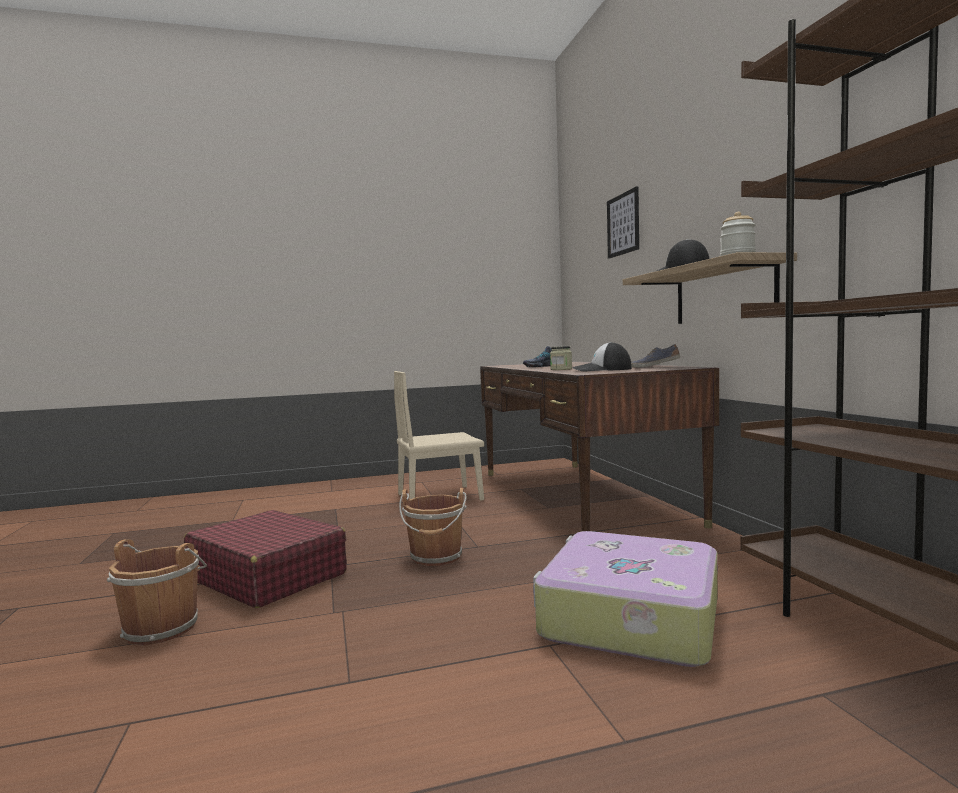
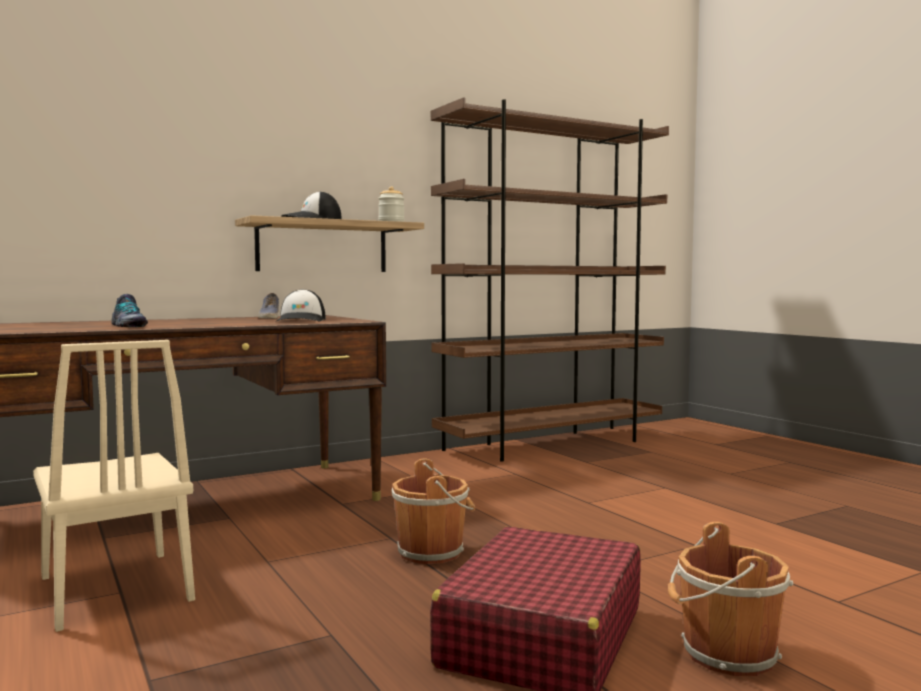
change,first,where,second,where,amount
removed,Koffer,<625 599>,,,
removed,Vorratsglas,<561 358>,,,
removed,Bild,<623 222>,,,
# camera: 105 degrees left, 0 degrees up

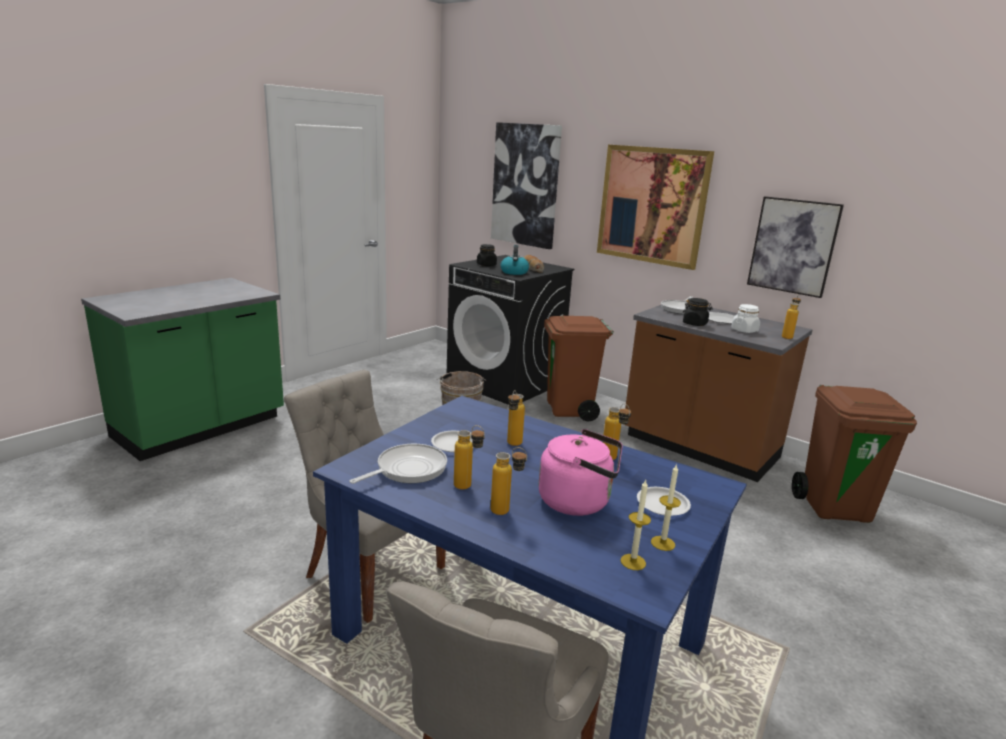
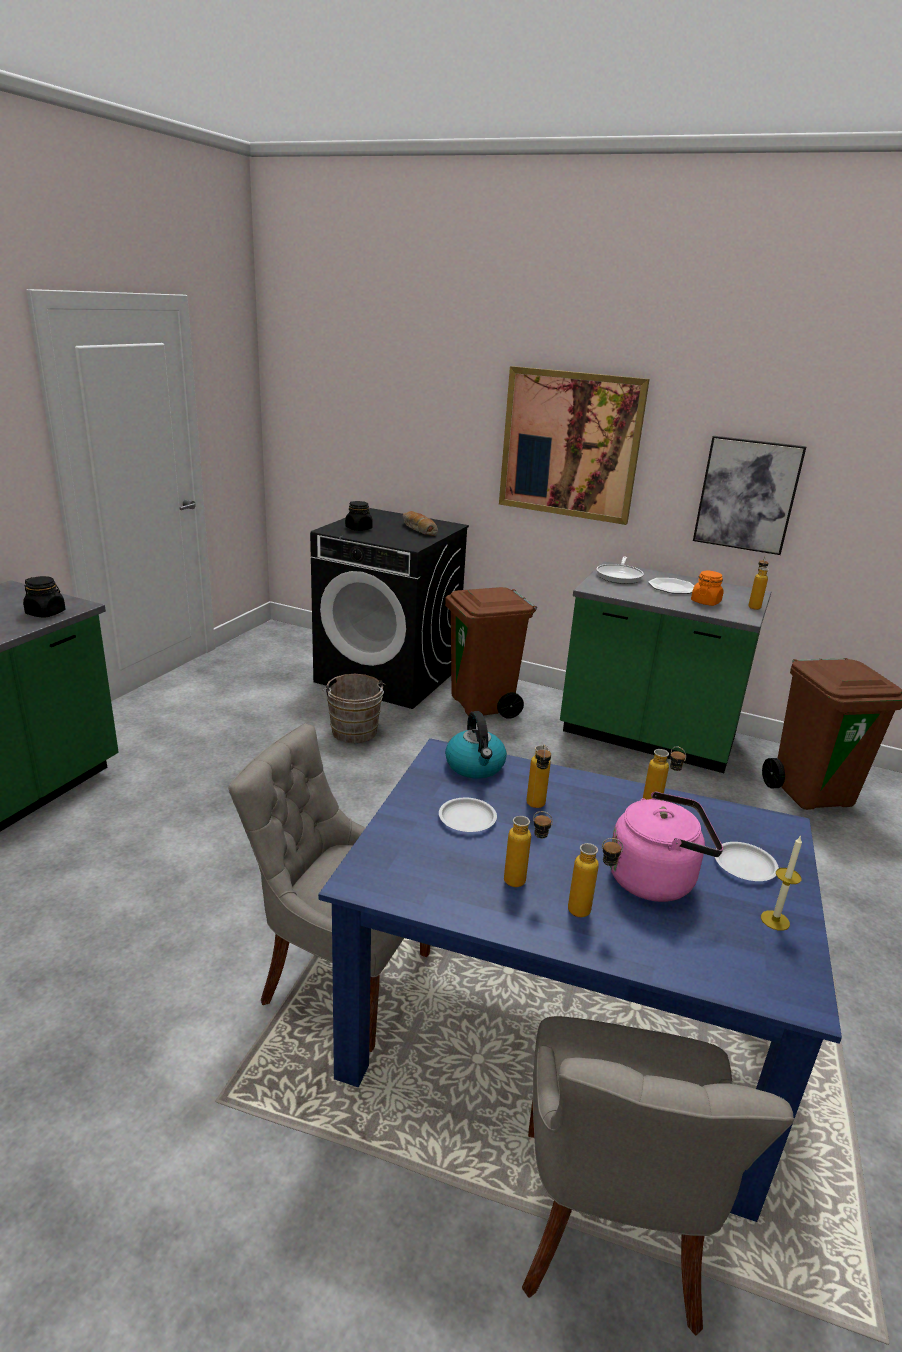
change,first,where,second,where,amount
removed,Pfanne,<398 464>,,,
removed,Bild,<526 185>,,,
moved,Wasserkessel,<514 260>,,<476 745>,
removed,Kerze,<636 525>,,,
recoloured,Küchenzeile/braun,<718 393>,Küchenzeile/grün,<665 667>,
moved,Vorratsglas/schwarz,<698 312>,,<44 597>,
recoloured,Vorratsglas/weiß,<745 318>,Vorratsglas/orange,<707 588>,
# camera: 15 degrees left, 5 degrees up

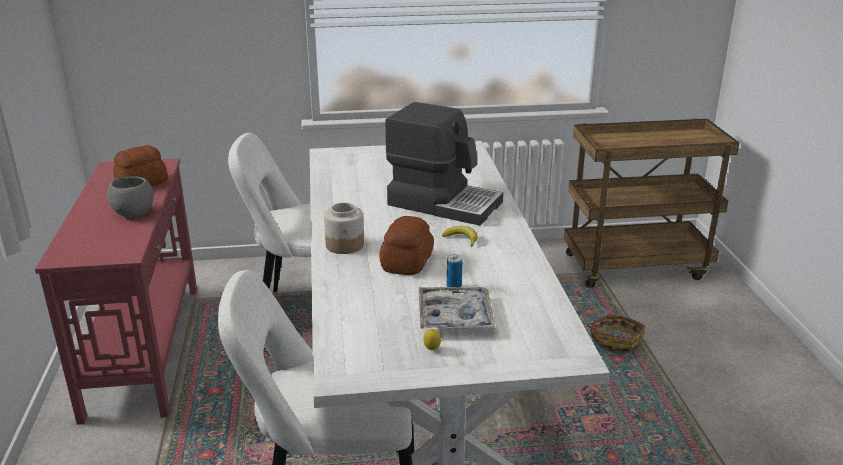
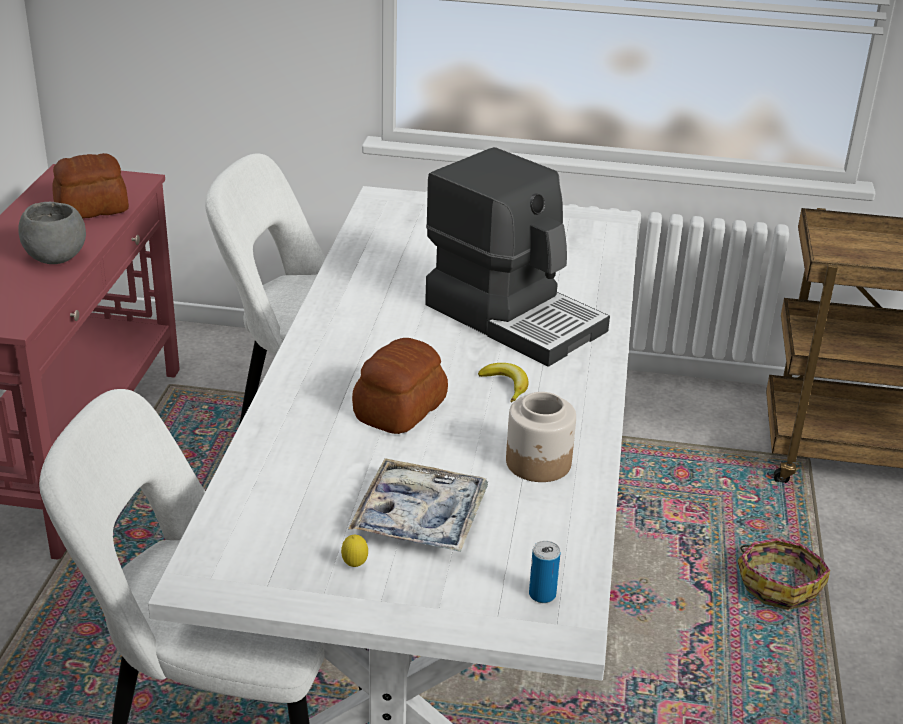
change,first,where,second,where,amount
moved,Vorratsglas,<344 228>,,<541 437>,
moved,Dose,<455 270>,,<544 572>,
# camera: 15 degrees right, 5 degrees up

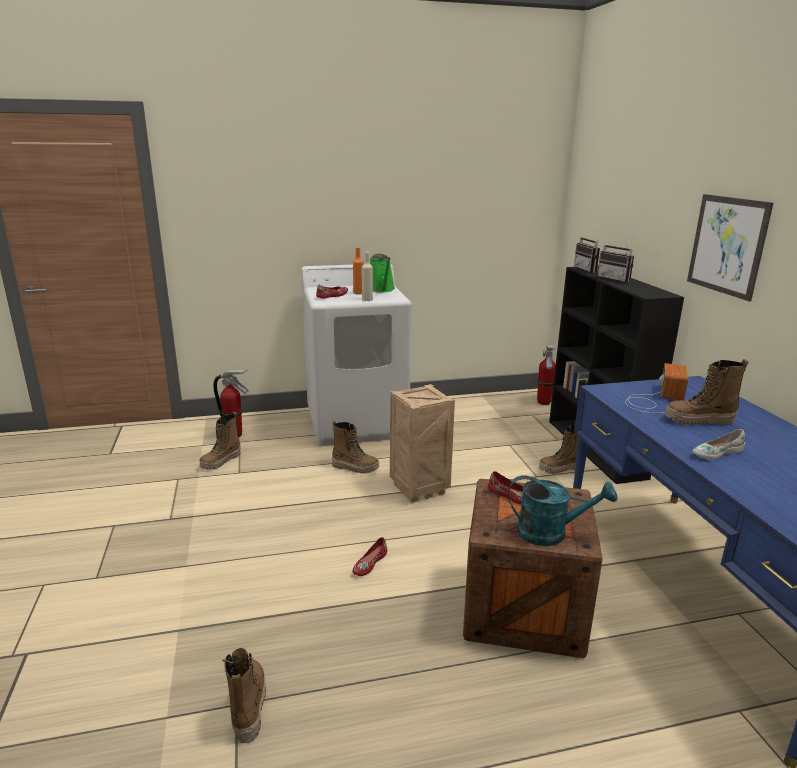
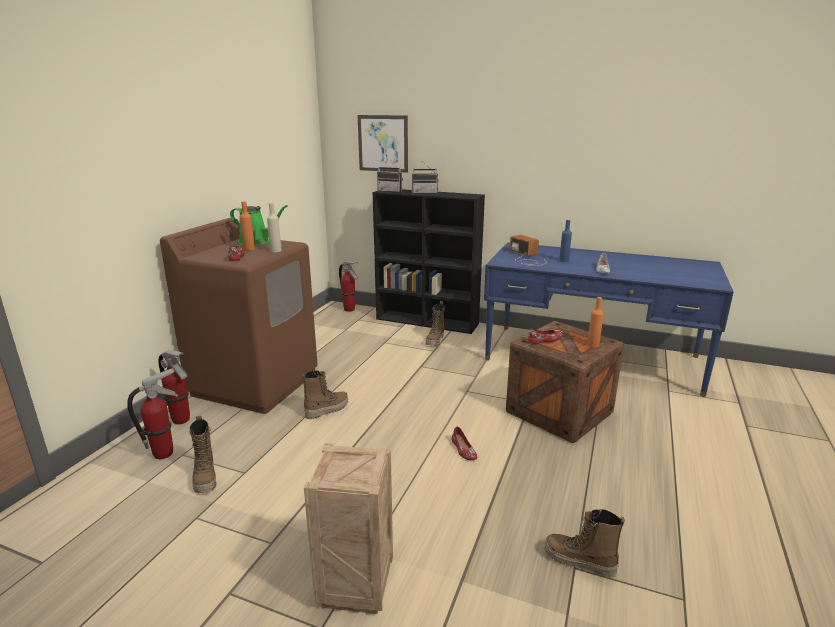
change,first,where,second,where,amount
recoloured,Waschmaschine/weiß,<356 355>,Waschmaschine/braun,<239 316>,
moved,Kiste,<422 443>,,<348 528>,
replaced,Gießkanne/türkis,<563 510>,Flasche/orange,<595 322>,
replaced,Stiefel,<707 392>,Flasche/blau,<565 241>,
moved,Bild,<730 247>,,<383 144>,
added,,,Feuerlöscher,<174 387>,
# camera: 55 degrees left, 0 degrees up

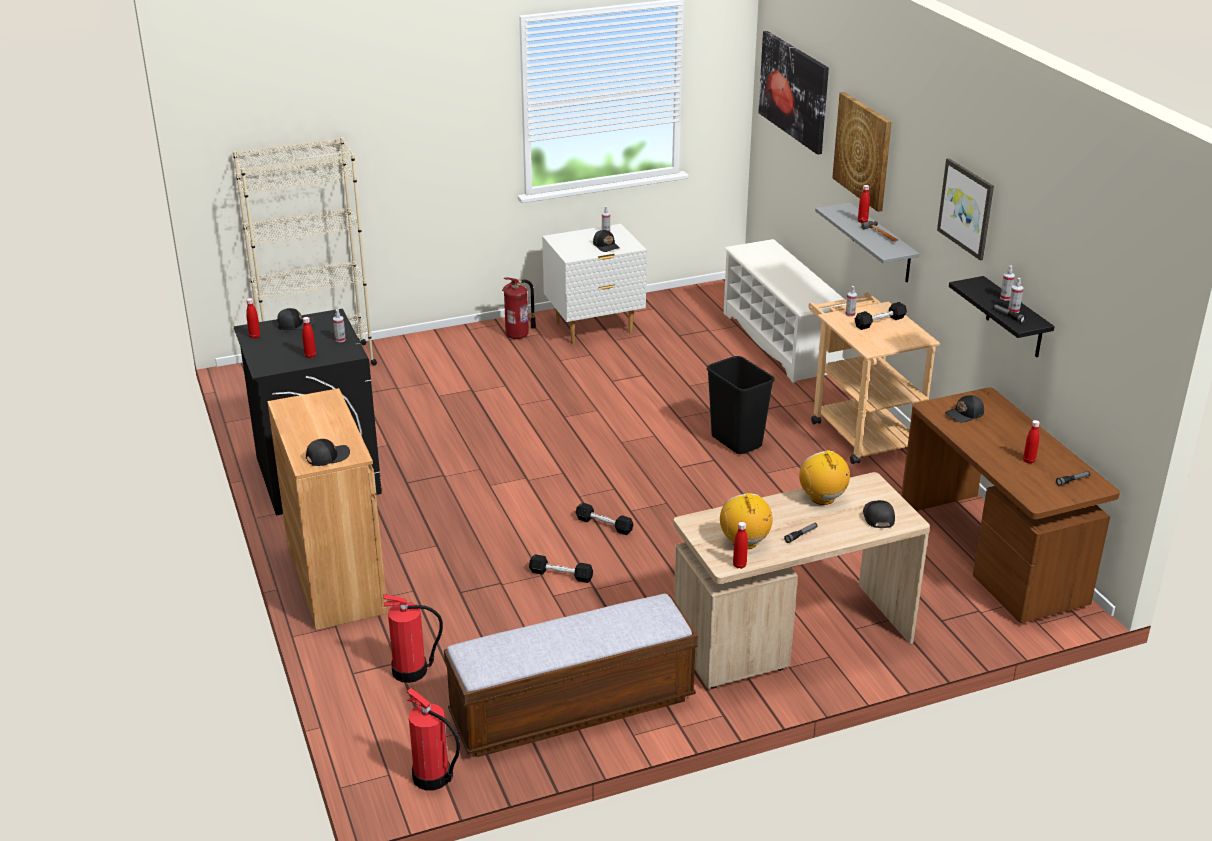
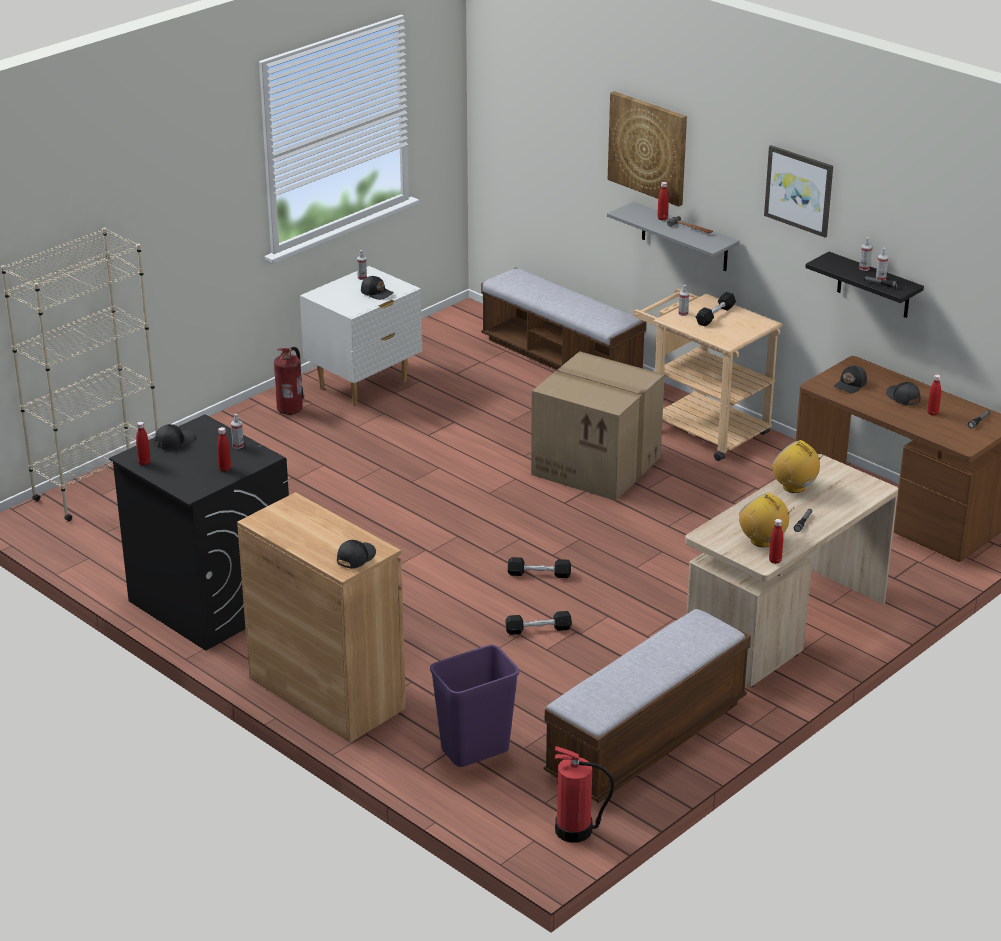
change,first,where,second,where,amount
replaced,Feuerlöscher,<413 638>,Mülleimer/lila,<474 706>,
replaced,Mülleimer/schwarz,<741 405>,Karton,<597 426>,
replaced,Schuhregal/weiß,<785 311>,Bank,<563 319>,
removed,Bild,<793 93>,,,
moved,Kappe/schwarz,<879 514>,,<903 393>,
# camera: 25 degrees left, 0 degrees up

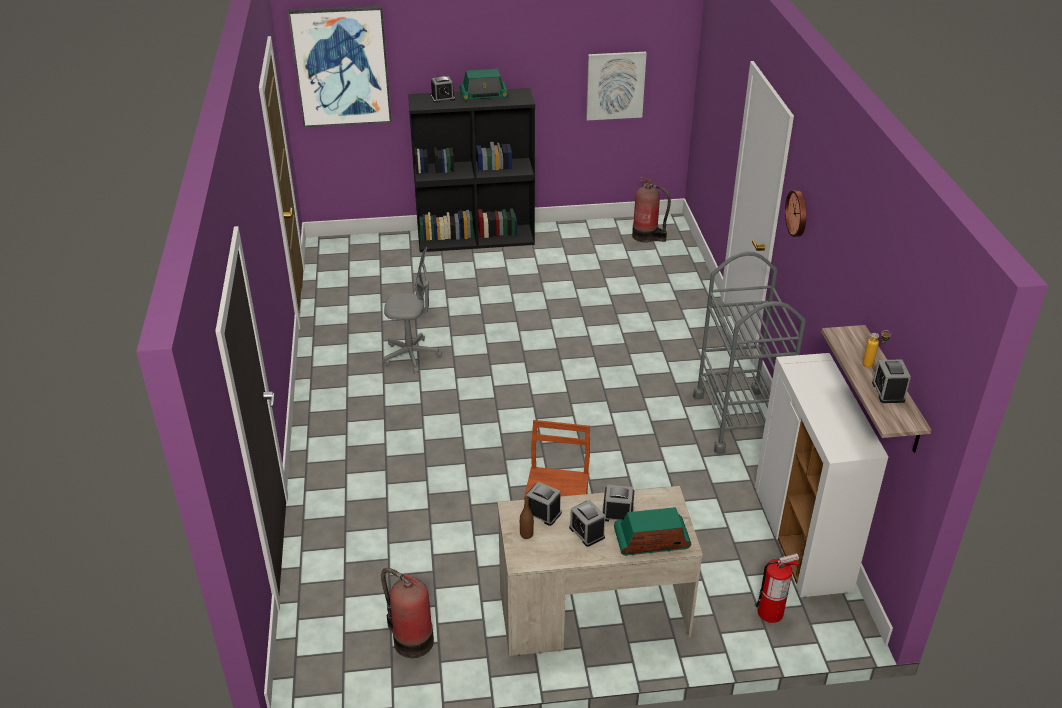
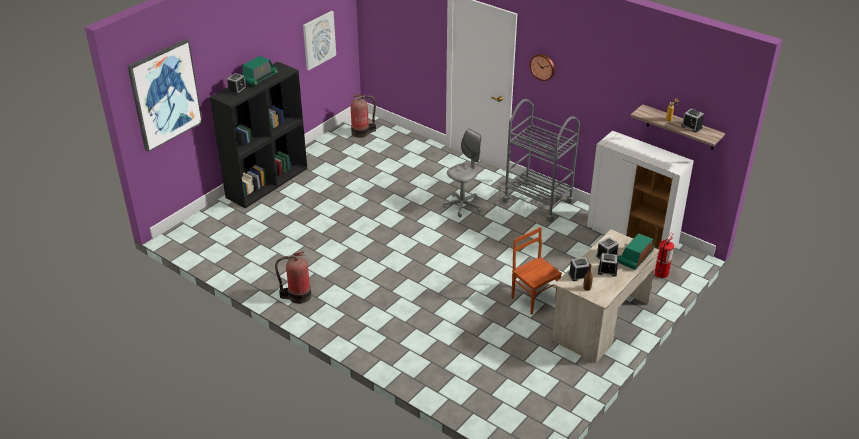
change,first,where,second,where,amount
moved,Feuerlöscher,<407 613>,,<293 277>,
moved,Bürostuhl/grau,<412 310>,,<462 173>,
# camera: 45 degrees left, 0 degrees up

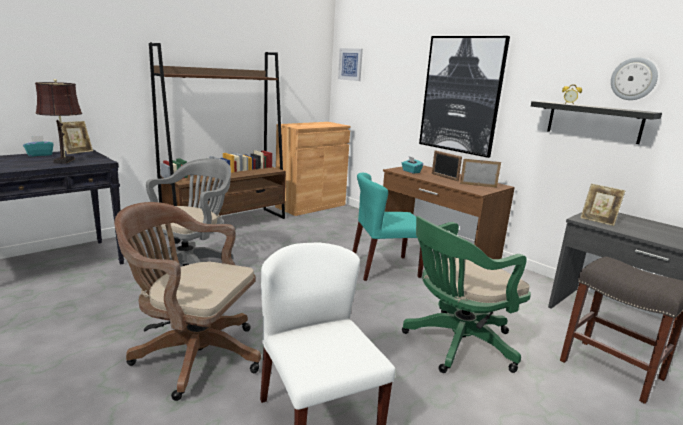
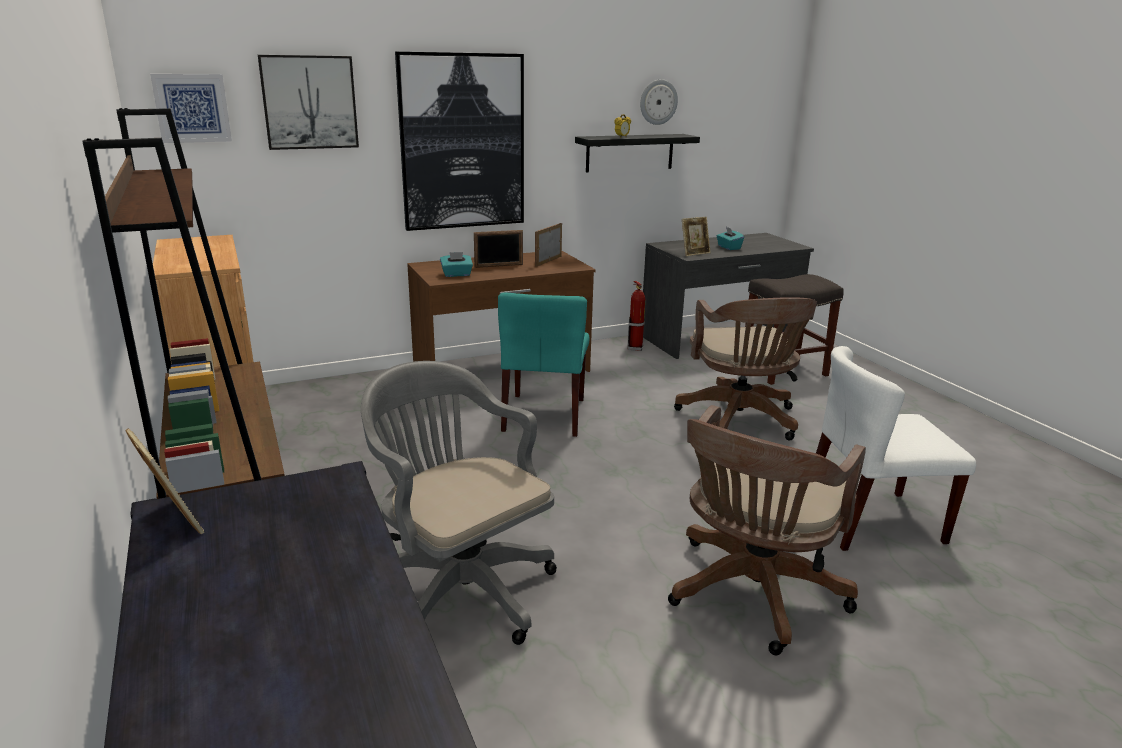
change,first,where,second,where,amount
moved,Taschentuchbox/türkis,<38 146>,,<730 238>,
removed,Tischlampe/braun,<58 121>,,,
recoloured,Bürostuhl/grün,<466 294>,Bürostuhl/braun,<745 369>,
added,,,Bild,<308 102>,
added,,,Feuerlöscher,<636 316>,
# camera: 70 degrees left, 5 degrees up

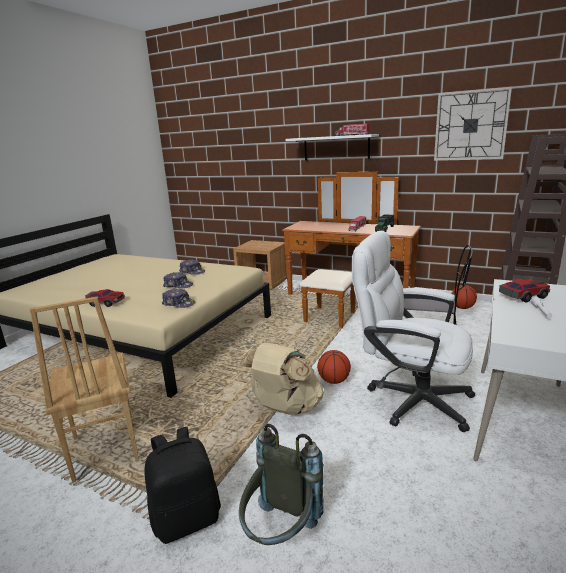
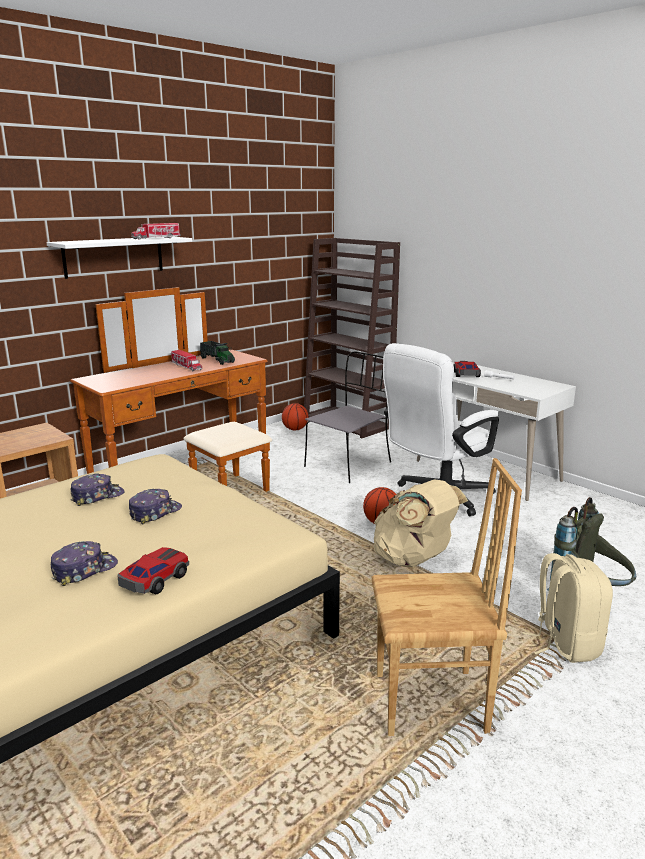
change,first,where,second,where,amount
recoloured,Rucksack/schwarz,<183 485>,Rucksack/beige,<567 608>,
moved,Kappe,<178 298>,,<84 563>,
removed,Wanduhr,<473 124>,,,
# camera: 70 degrees left, 0 degrees up

